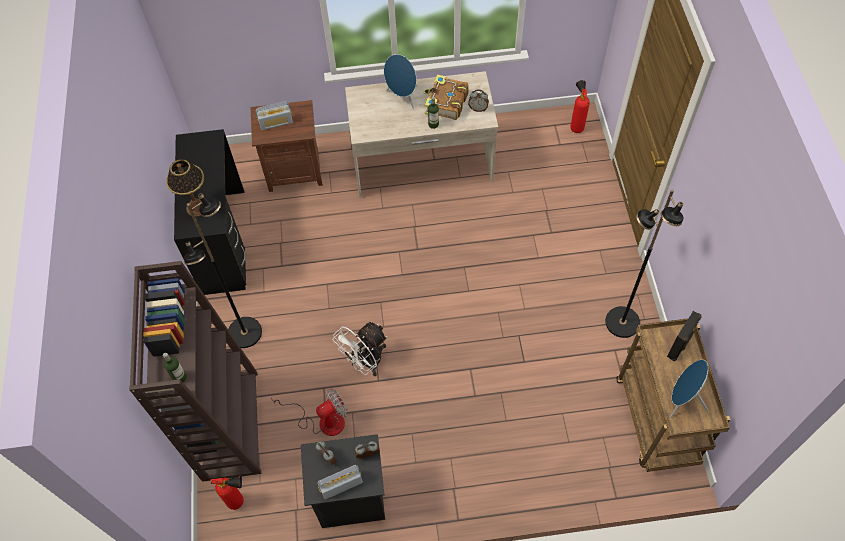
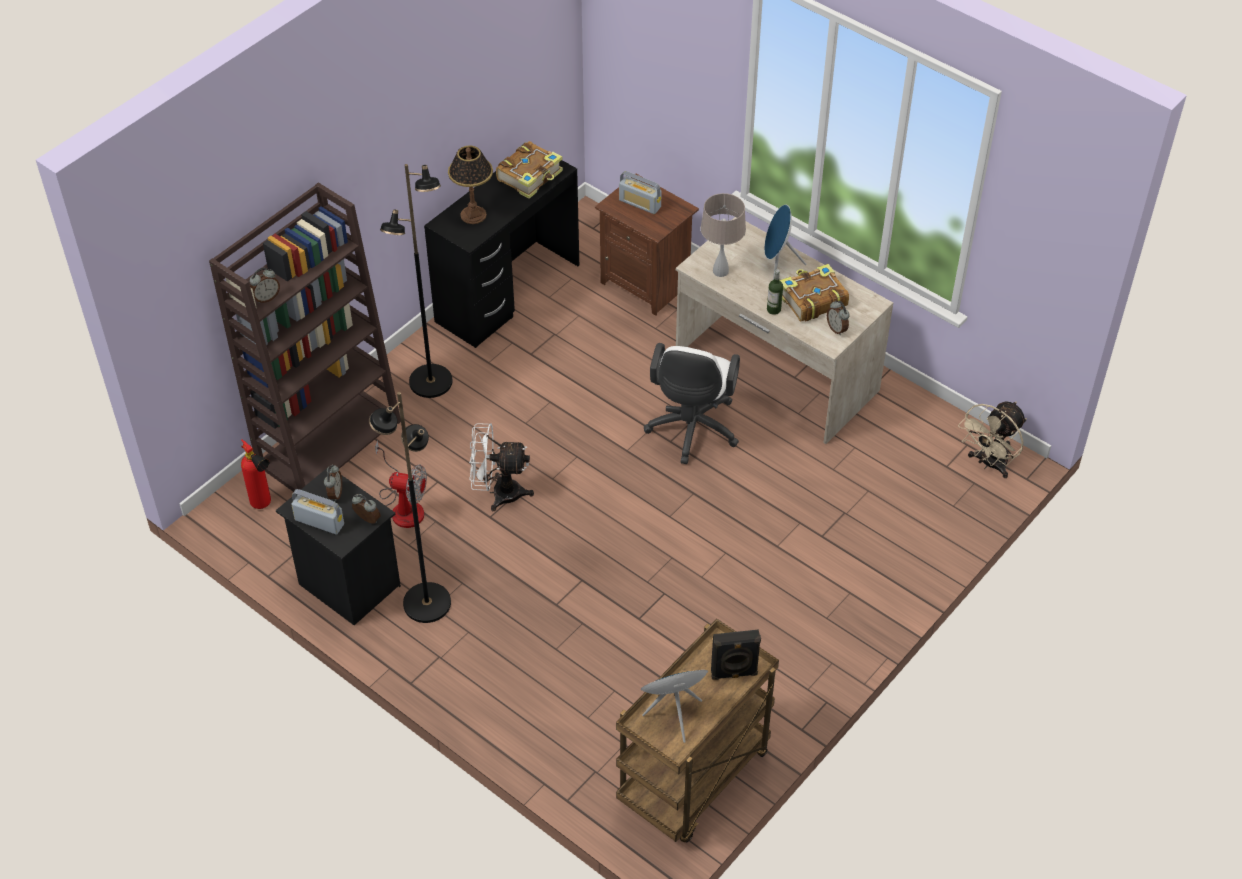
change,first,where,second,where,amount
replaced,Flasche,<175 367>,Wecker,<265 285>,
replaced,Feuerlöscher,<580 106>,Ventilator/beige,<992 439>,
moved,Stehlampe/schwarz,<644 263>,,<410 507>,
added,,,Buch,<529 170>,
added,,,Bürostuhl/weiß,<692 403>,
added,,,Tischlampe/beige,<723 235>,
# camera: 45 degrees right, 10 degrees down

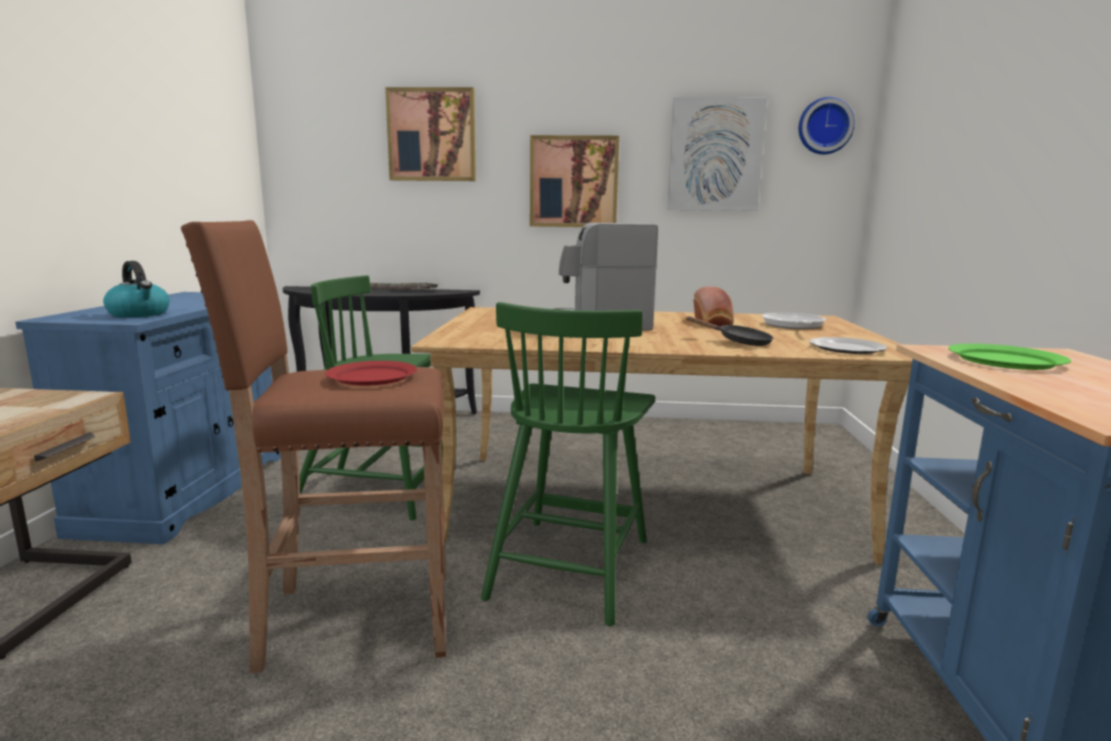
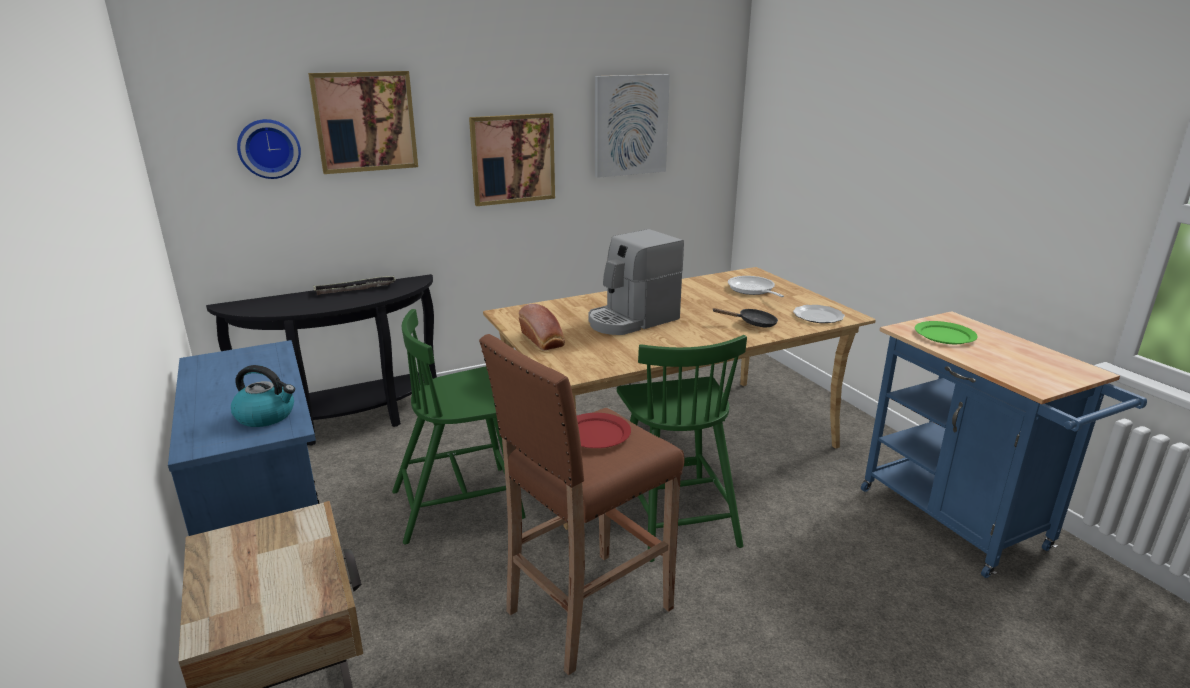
change,first,where,second,where,amount
moved,Brot,<713 306>,,<542 327>,
moved,Wanduhr,<827 126>,,<269 149>,
# camera: 30 degrees left, 10 degrees up

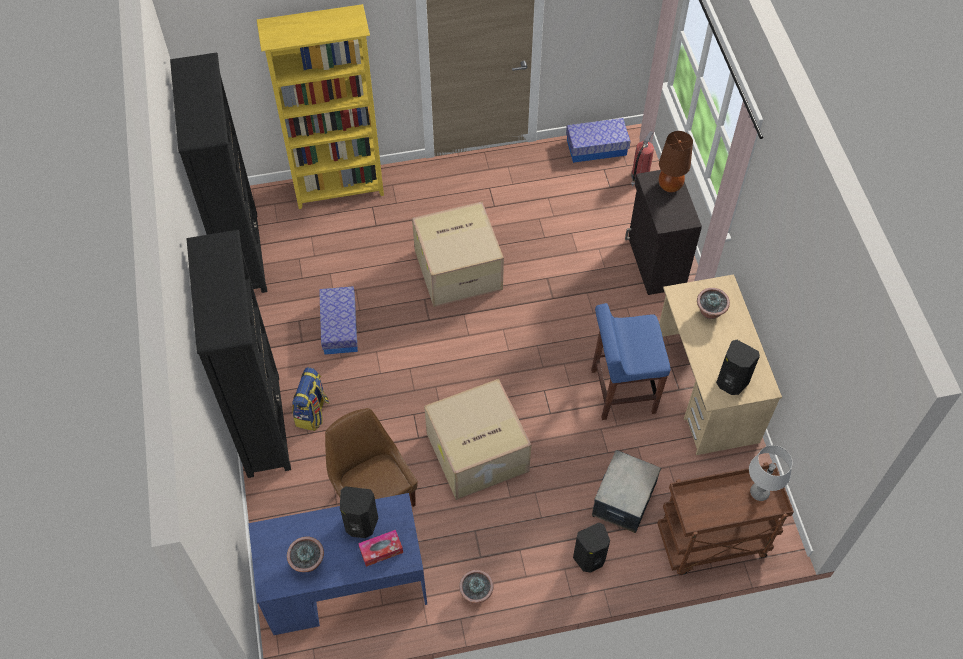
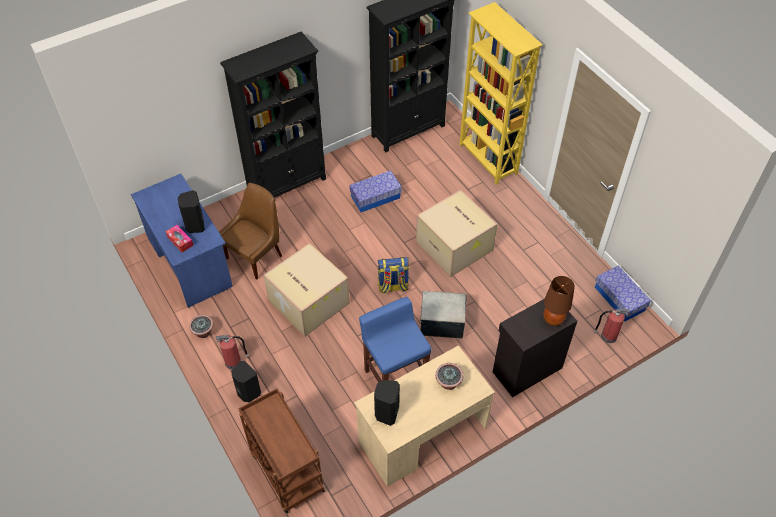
change,first,where,second,where,amount
removed,Topfpflanze,<305 554>,,,
moved,Rucksack,<310 399>,,<393 275>,
moved,Aufbewahrungsbox,<626 491>,,<443 315>,
removed,Tischlampe/grau,<771 473>,,,
added,,,Feuerlöscher,<232 352>,
# camera: 70 degrees right, 5 degrees down

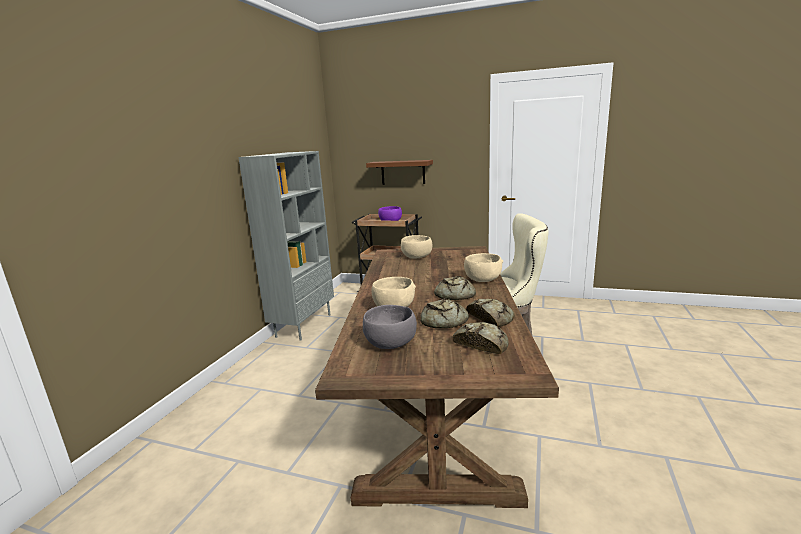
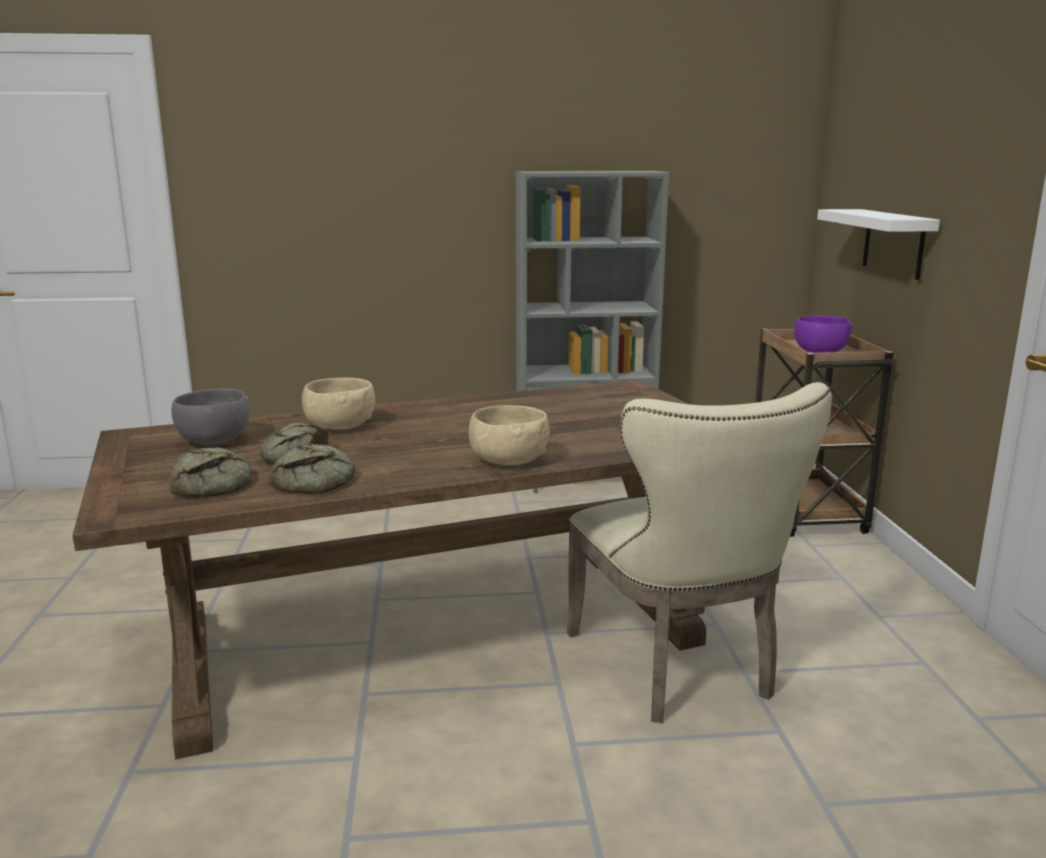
change,first,where,second,where,amount
recoloured,Wandregal/braun,<399 172>,Wandregal/weiß,<878 244>,
removed,Schüssel/beige,<416 247>,,,
removed,Brot,<455 288>,,,
# camera: 65 degrees right, 0 degrees up

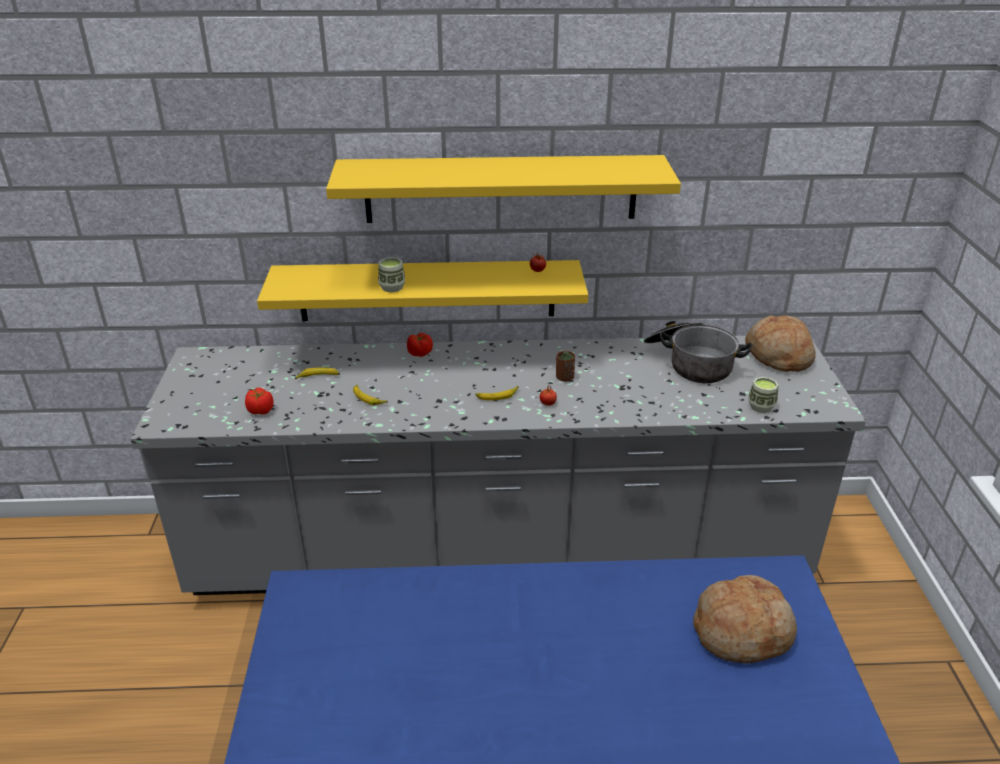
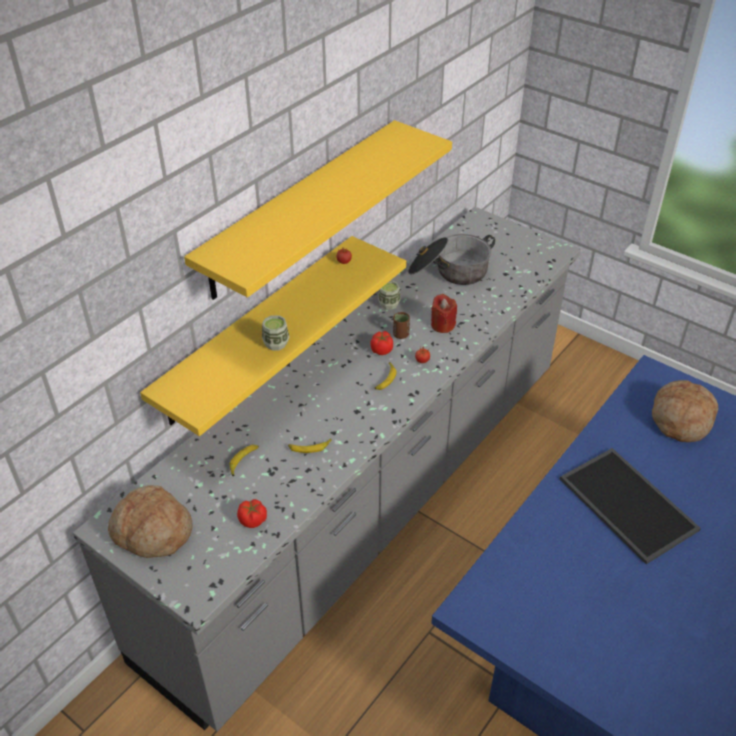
change,first,where,second,where,amount
moved,Tomate,<420 345>,,<381 343>,
moved,Brot,<780 343>,,<150 521>,
moved,Tasse,<763 395>,,<389 295>,
added,,,Kerze/rot,<444 313>,
added,,,Tablett,<630 506>,
# camera: 50 degrees left, 10 degrees up

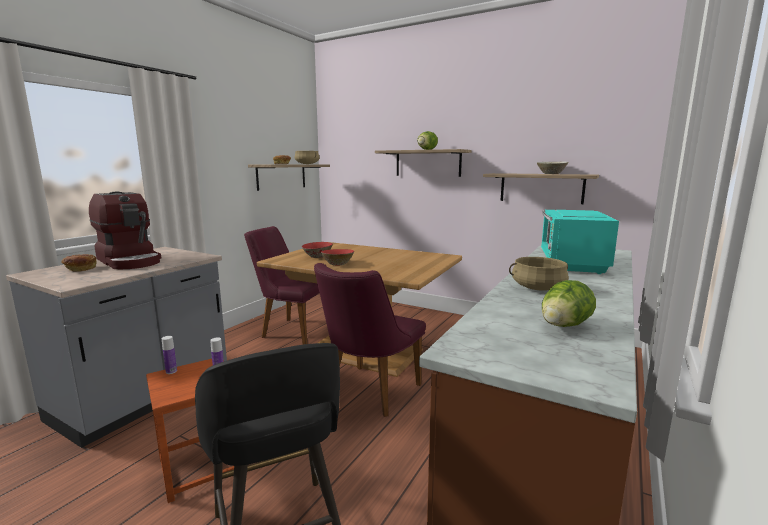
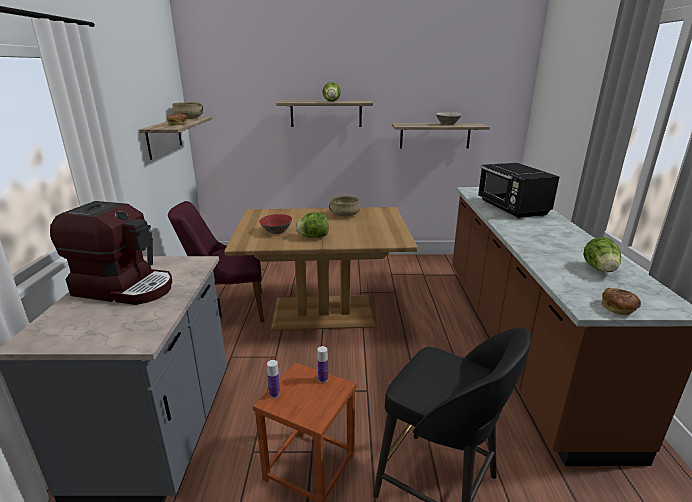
change,first,where,second,where,amount
moved,Brot,<79 262>,,<621 301>,
removed,Stuhl/lila,<370 340>,,,
replaced,Schüssel/rot,<337 257>,Salatkopf,<312 225>,
moved,Kochtopf/beige,<539 274>,,<344 206>,
recoloured,Mikrowelle/türkis,<580 242>,Mikrowelle/schwarz,<518 190>,
# camera: 30 degrees left, 10 degrees up

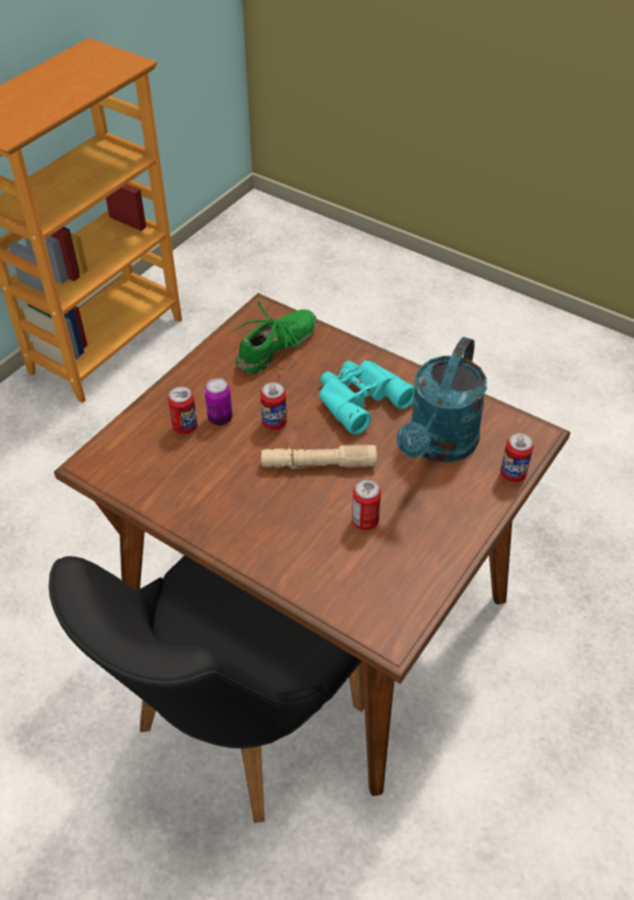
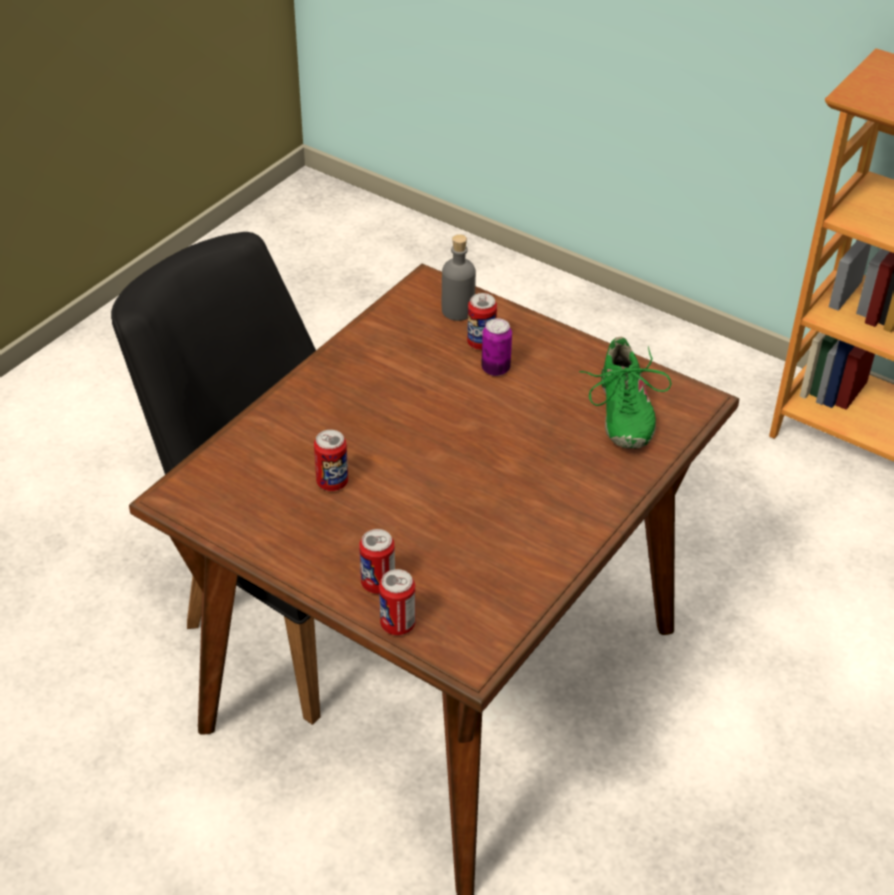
change,first,where,second,where,amount
turned,Schuh/grün,<275 338>,,<625 393>,45 degrees clockwise
moved,Dose,<273 406>,,<377 561>,
removed,Taschenlampe/beige,<319 456>,,,
removed,Fernglas/türkis,<367 397>,,,
removed,Gießkanne/türkis,<442 399>,,,
added,,,Flasche/grau,<459 277>,
# camera: 90 degrees right, 5 degrees down

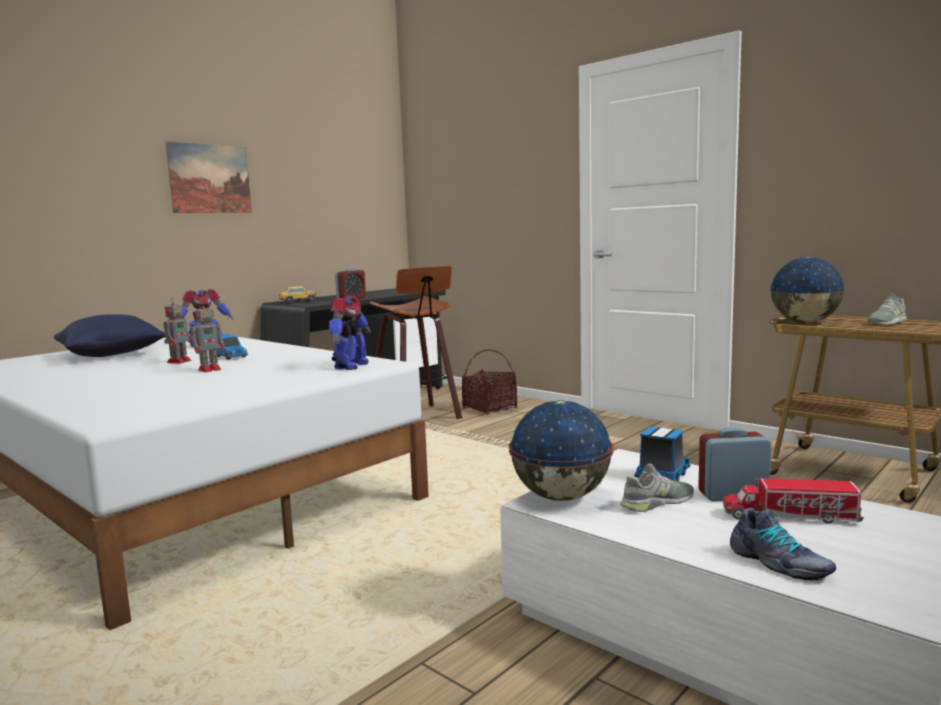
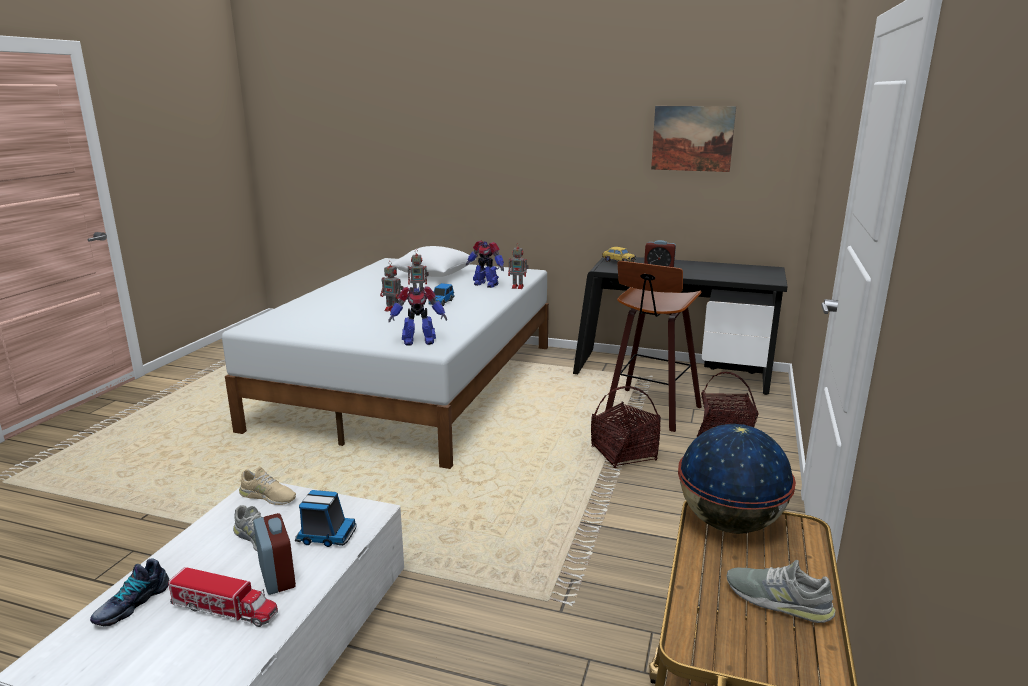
change,first,where,second,where,amount
recoloured,Kissen/blau,<109 335>,Kissen/weiß,<433 261>,
moved,Bild,<208 177>,,<693 139>,
replaced,Globus,<561 450>,Schuh/beige,<267 486>,
turned,Spielzeuglaster,<793 500>,,<223 597>,120 degrees clockwise
added,,,Spielzeugroboter,<518 266>,
added,,,Korb,<626 427>,
# camera: 65 degrees right, 10 degrees up

